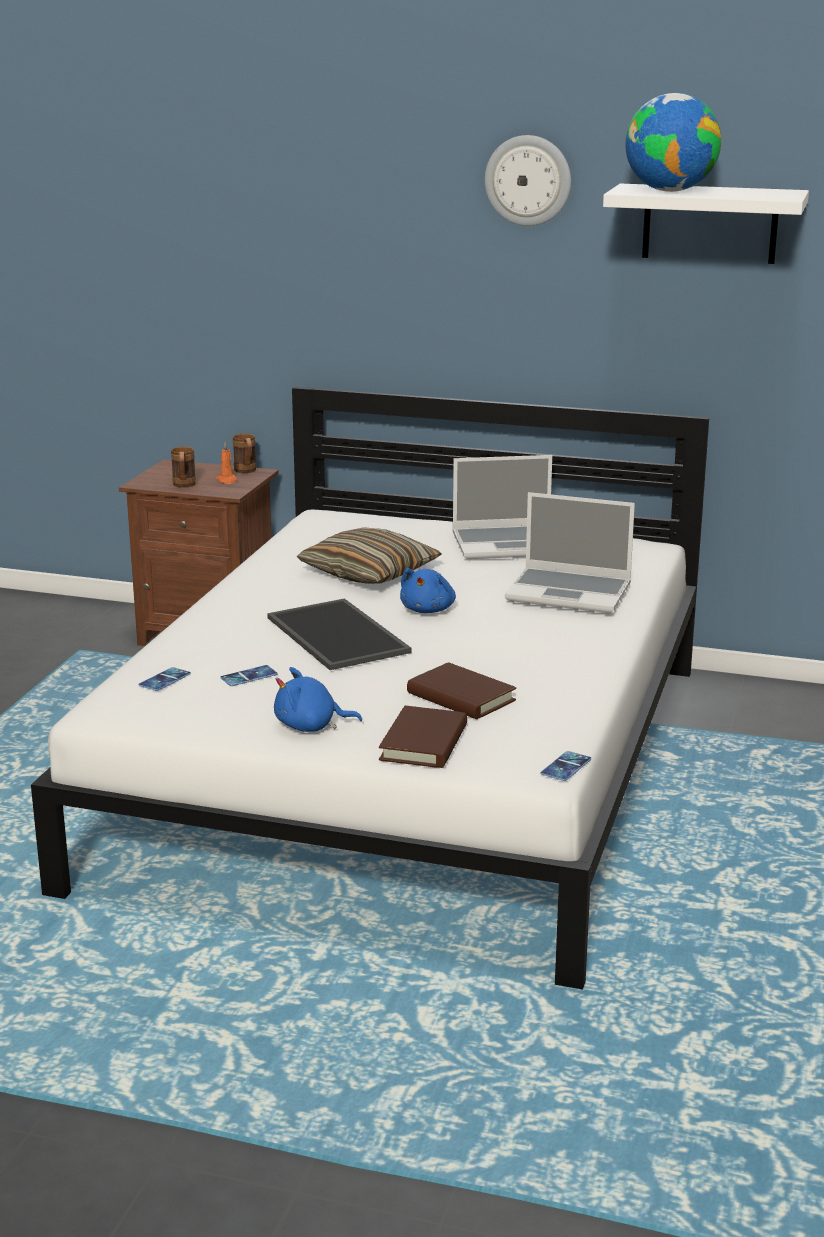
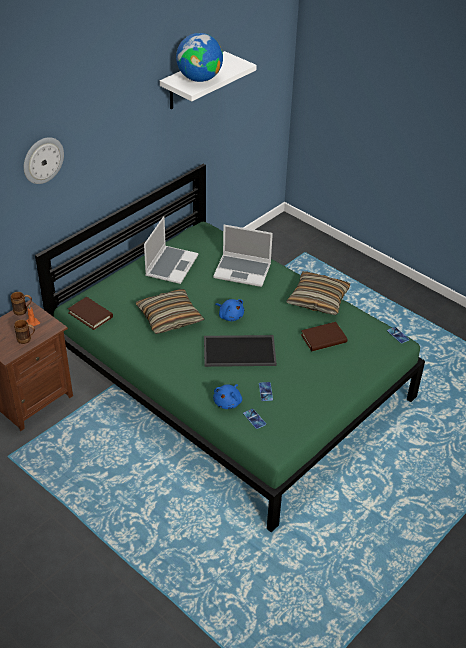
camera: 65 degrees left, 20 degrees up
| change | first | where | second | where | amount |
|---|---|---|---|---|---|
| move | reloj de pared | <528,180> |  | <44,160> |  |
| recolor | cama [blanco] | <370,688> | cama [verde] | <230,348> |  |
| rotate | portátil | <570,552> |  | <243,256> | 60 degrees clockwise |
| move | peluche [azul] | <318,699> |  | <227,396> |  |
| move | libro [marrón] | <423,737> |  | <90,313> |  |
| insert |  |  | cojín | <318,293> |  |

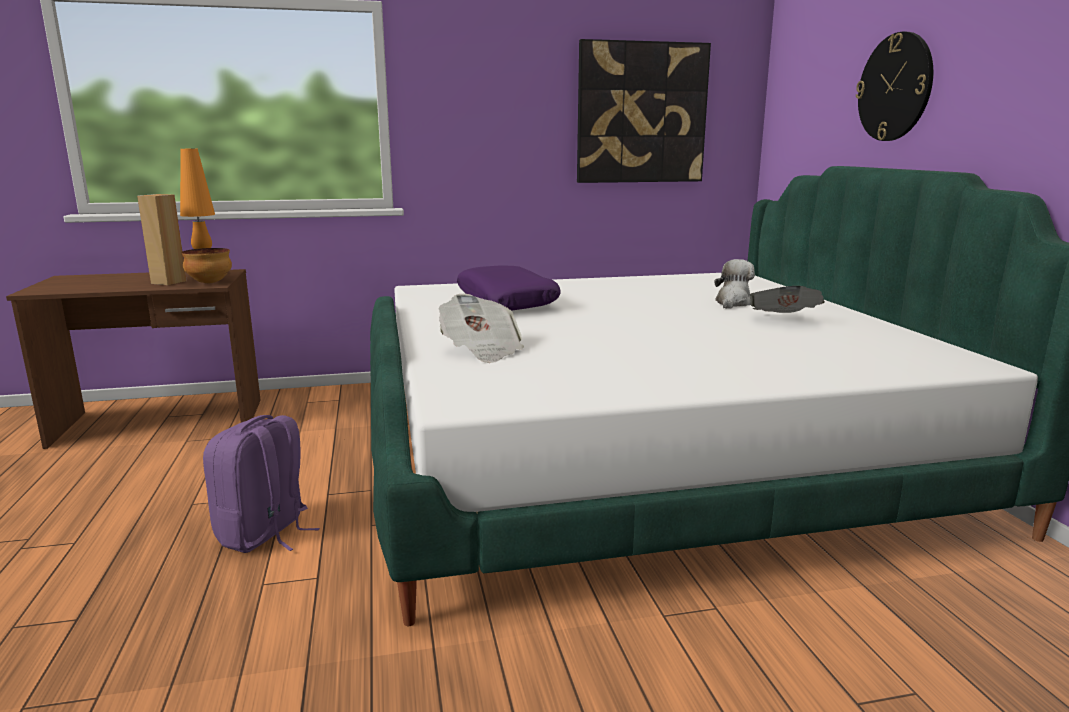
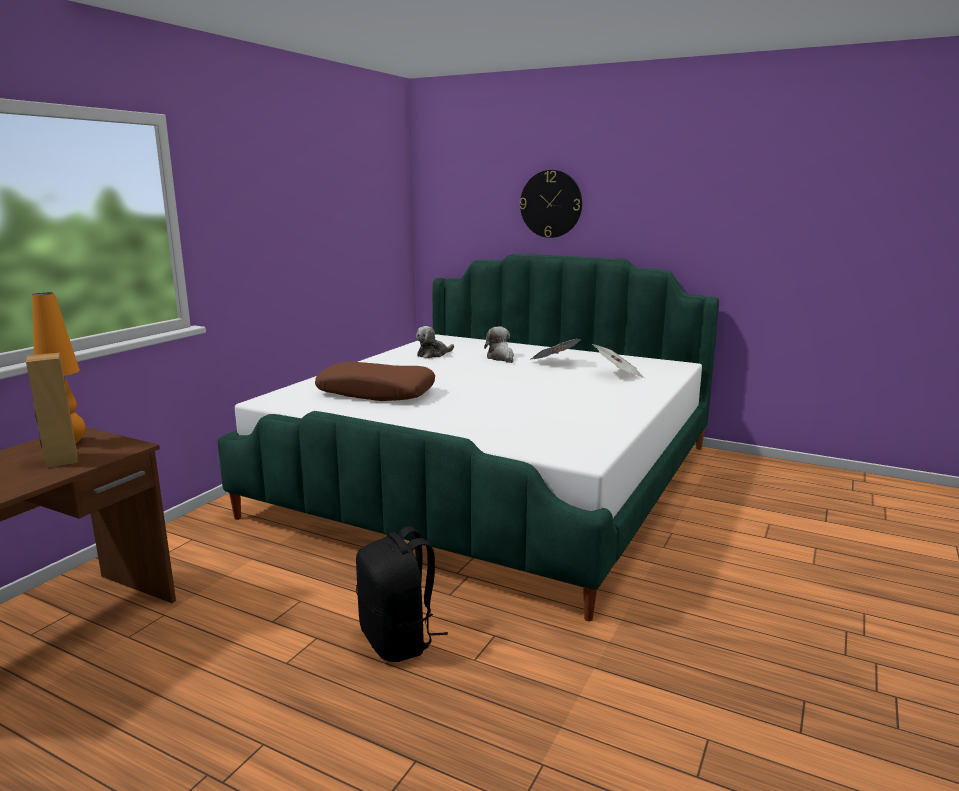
camera: 50 degrees left, 0 degrees up
| change | first | where | second | where | amount |
|---|---|---|---|---|---|
| delete | cuadro | <644,111> |  |  |  |
| delete | cuenco | <206,265> |  |  |  |
| recolor | cojín [morado] | <509,287> | cojín [marrón] | <375,381> |  |
| move | periódico | <481,328> |  | <618,361> |  |
| recolor | mochila [morado] | <261,484> | mochila [negro] | <402,594> |  |
| insert |  |  | peluche | <435,342> |  |

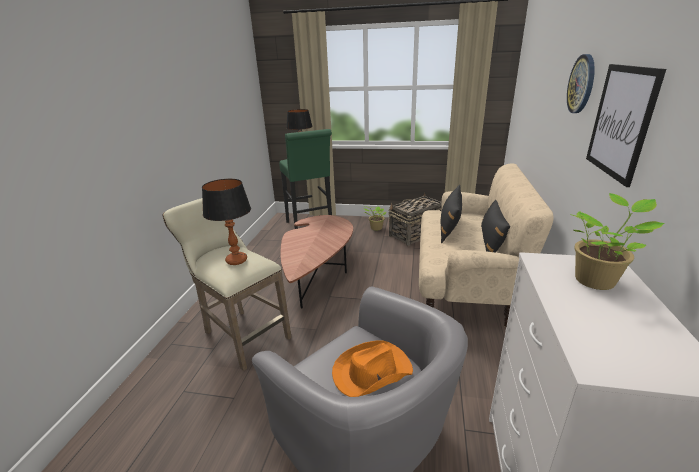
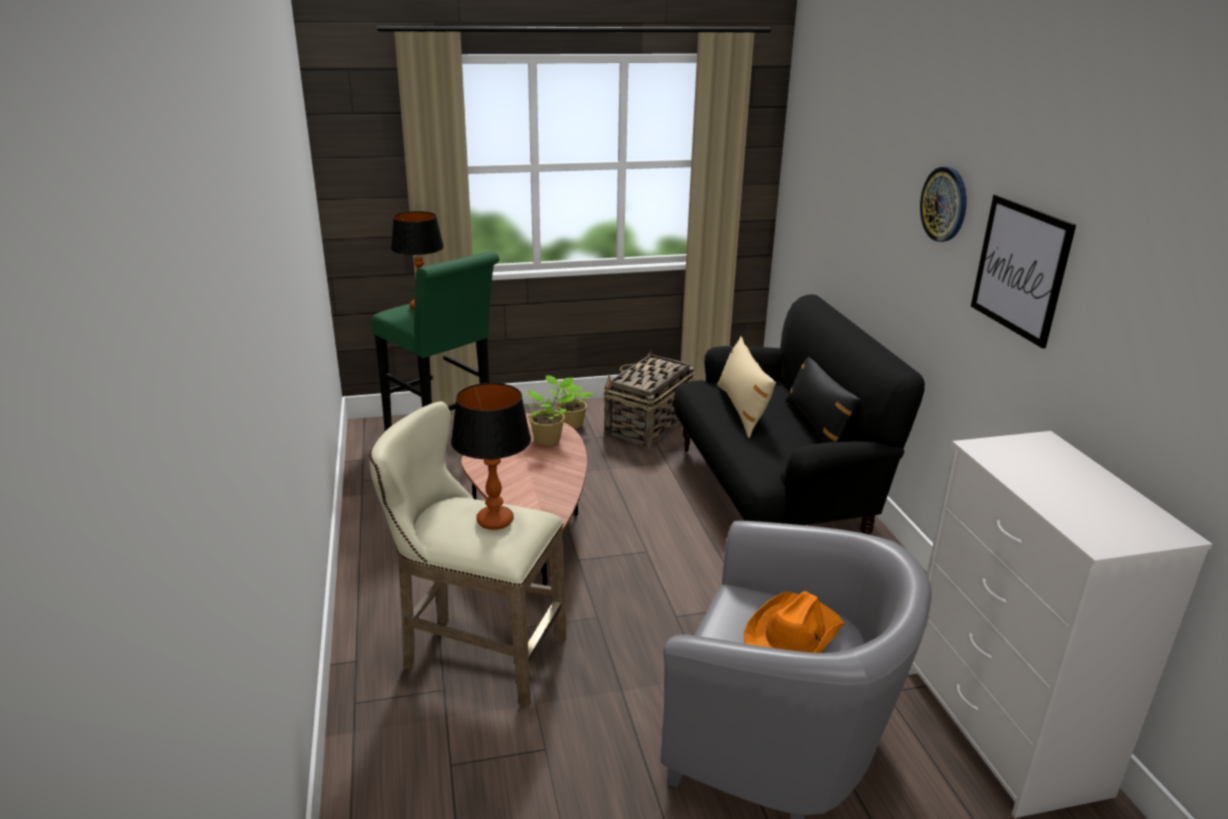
camera: 25 degrees left, 0 degrees up
| change | first | where | second | where | amount |
|---|---|---|---|---|---|
| recolor | sofá [beis] | <486,245> | sofá [negro] | <799,414> |  |
| recolor | cojín [negro] | <451,214> | cojín [beis] | <746,387> |  |
| move | planta en maceta | <617,241> |  | <550,410> |  |

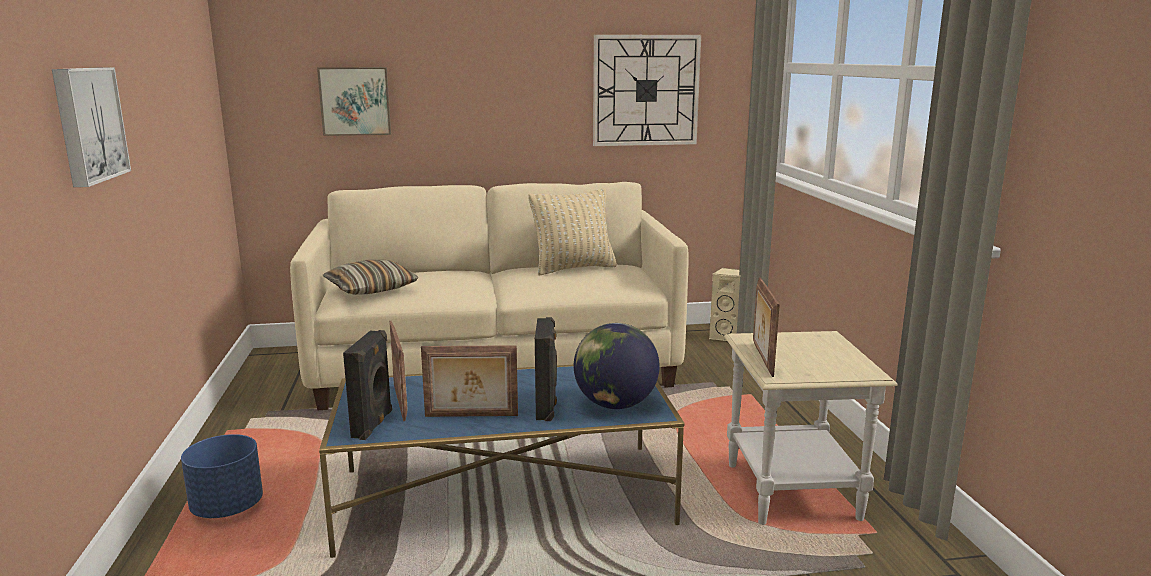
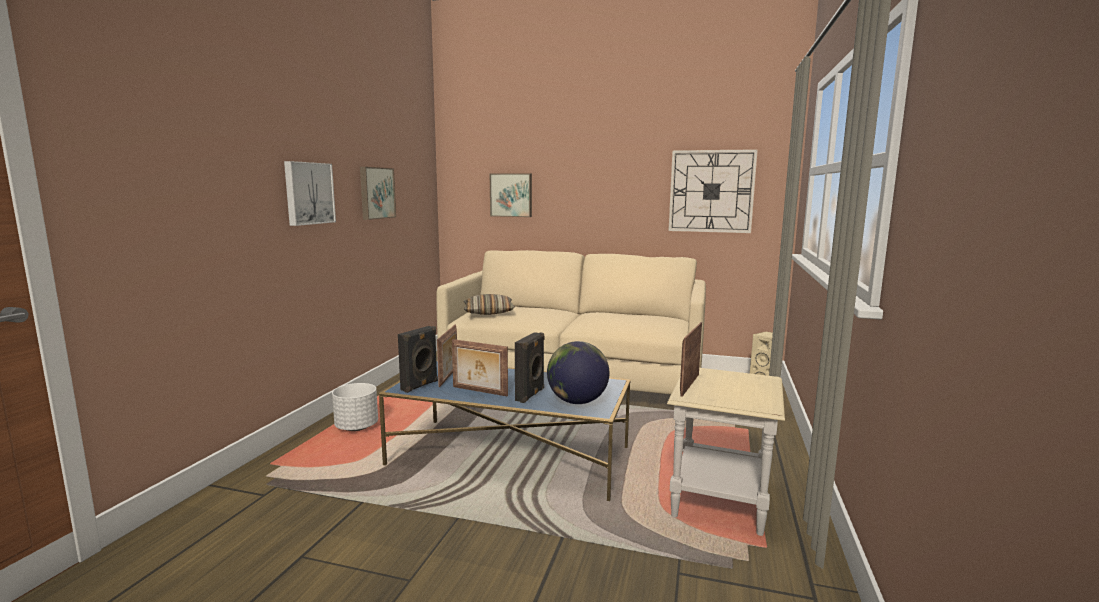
camera: 25 degrees right, 5 degrees down
| change | first | where | second | where | amount |
|---|---|---|---|---|---|
| delete | cojín [beis] | <572,231> |  |  |  |
| recolor | maceta [azul] | <222,476> | maceta [blanco] | <355,407> |  |
| insert |  |  | cuadro | <378,193> |  |

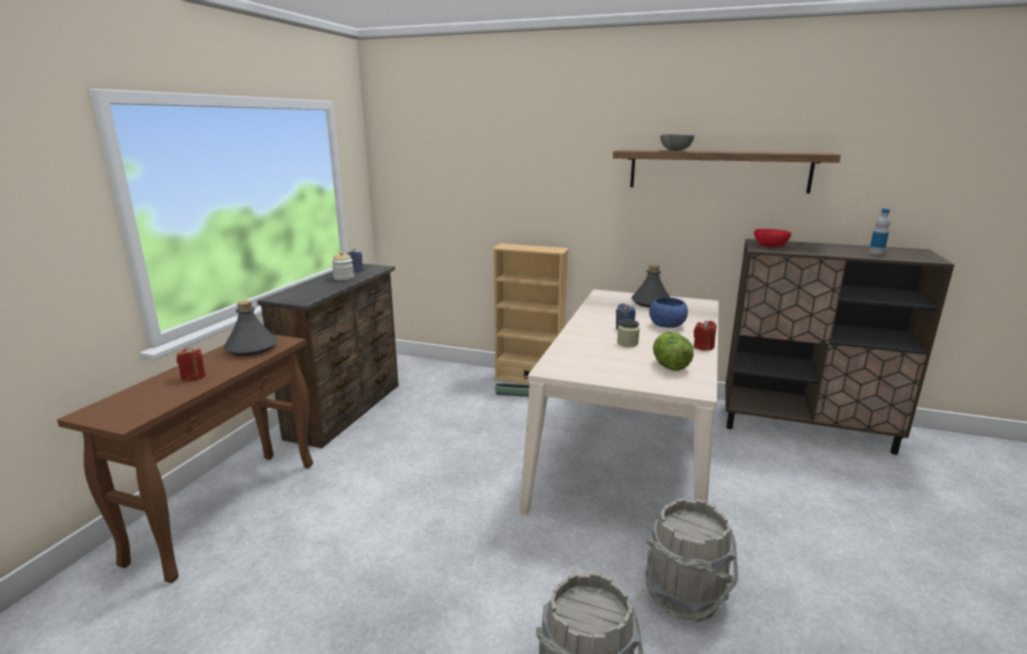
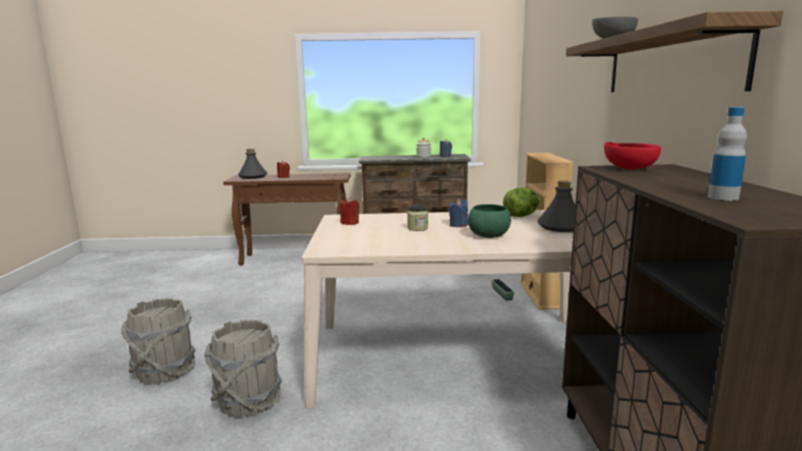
camera: 70 degrees right, 5 degrees down
| change | first | where | second | where | amount |
|---|---|---|---|---|---|
| recolor | cuenco [azul] | <668,312> | cuenco [verde] | <489,221> |  |
| move | botella [gris] | <251,328> |  | <252,164> |  |
| move | vela [rojo] | <705,335> |  | <349,211> |  |
| move | lechuga | <673,351> |  | <521,202> |  |

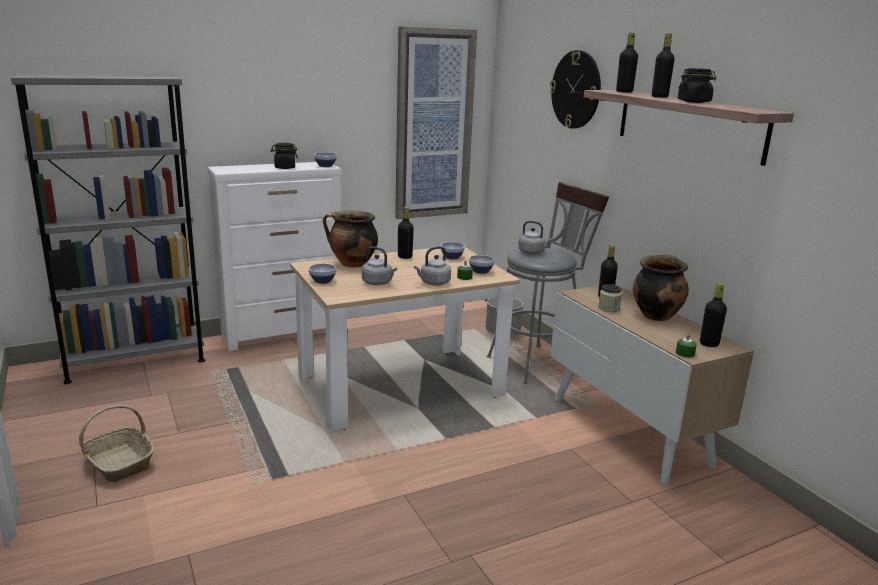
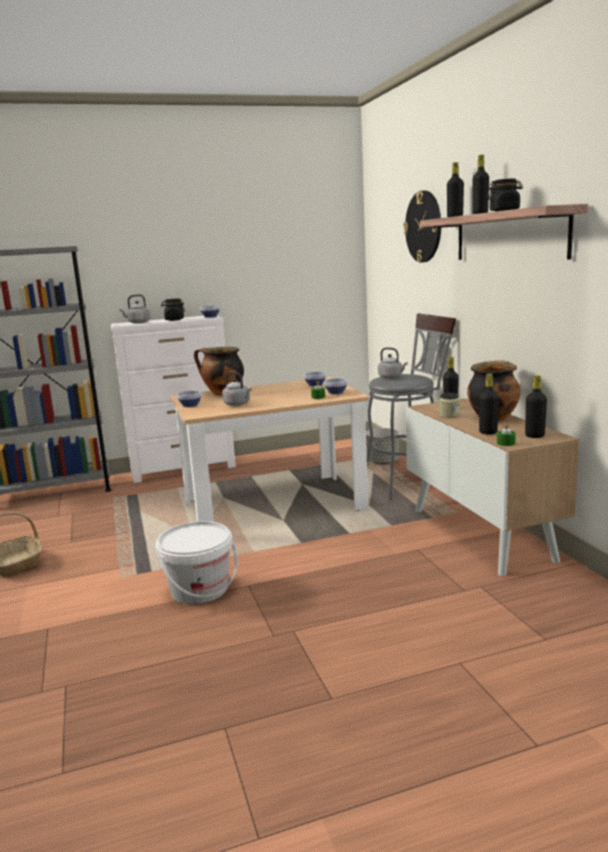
camera: 10 degrees right, 5 degrees down
| change | first | where | second | where | amount |
|---|---|---|---|---|---|
| delete | cuadro | <436,122> |  |  |  |
| move | botella [negro] | <406,233> |  | <489,404> |  |
| move | hervidor [gris] | <432,265> |  | <134,309> |  |
| insert |  |  | cubo [blanco] | <196,562> |  |

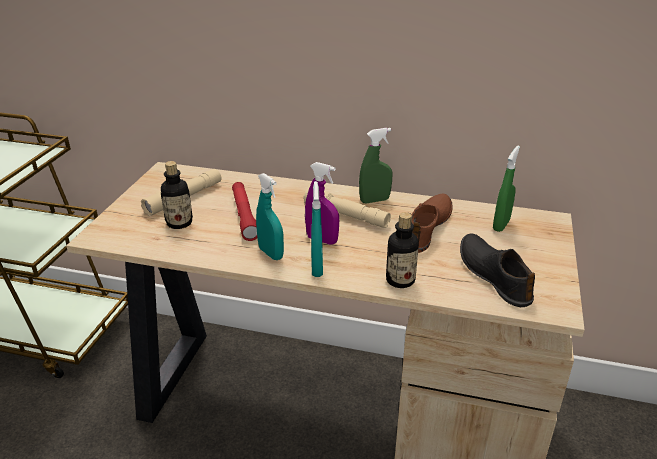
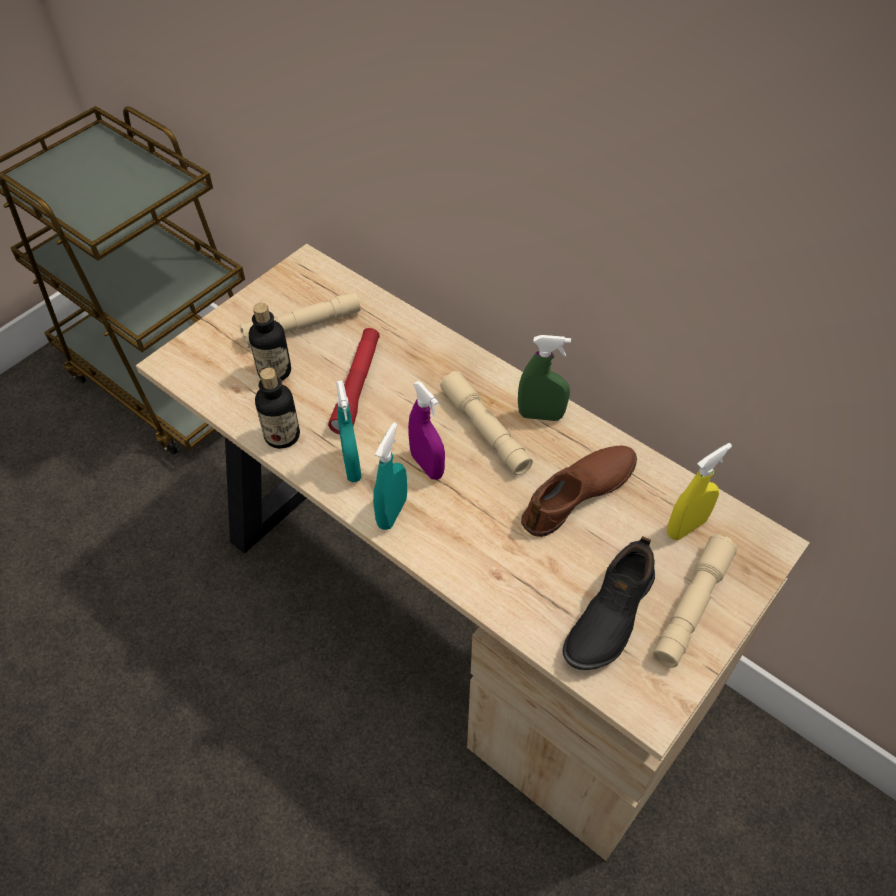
camera: 25 degrees right, 20 degrees up
| change | first | where | second | where | amount |
|---|---|---|---|---|---|
| recolor | pulverizador [verde] | <506,189> | pulverizador [amarillo] | <699,491> |  |
| move | botella | <402,250> |  | <277,408> |  |
| rotate | zapato [negro] | <497,270> |  | <609,603> | 150 degrees counterclockwise |
| insert |  |  | linterna [beis] | <695,601> |  |

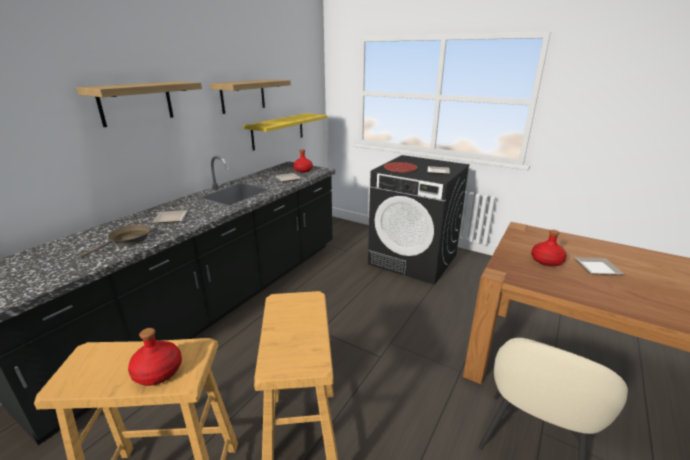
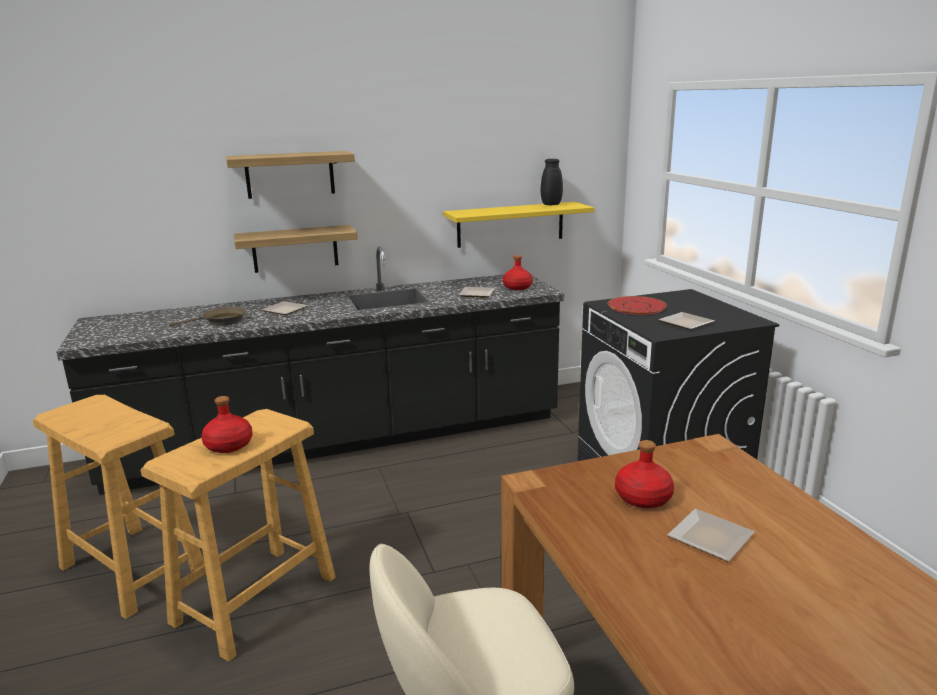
camera: 40 degrees right, 5 degrees down
| change | first | where | second | where | amount |
|---|---|---|---|---|---|
| move | estante | <250,96> |  | <296,249> |  |
| move | botella [rojo] | <155,357> |  | <227,424> |  |
| insert |  |  | florero [negro] | <552,182> |  |

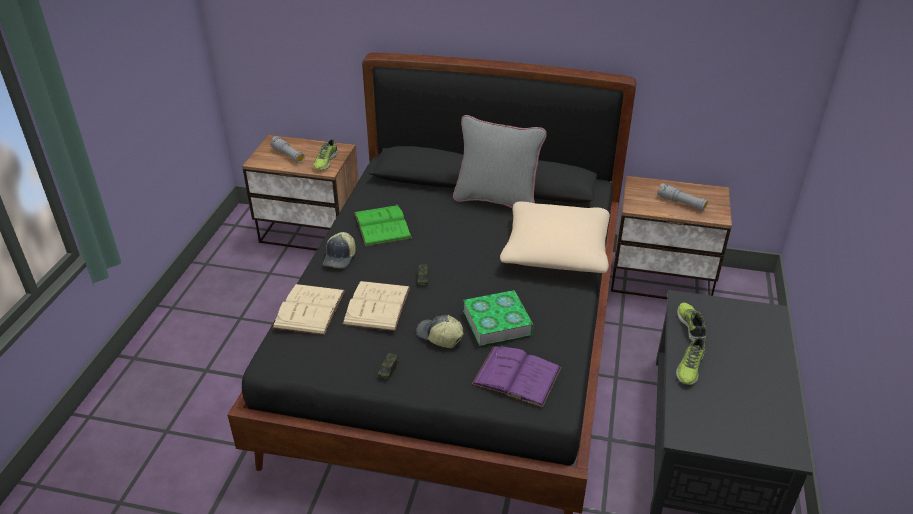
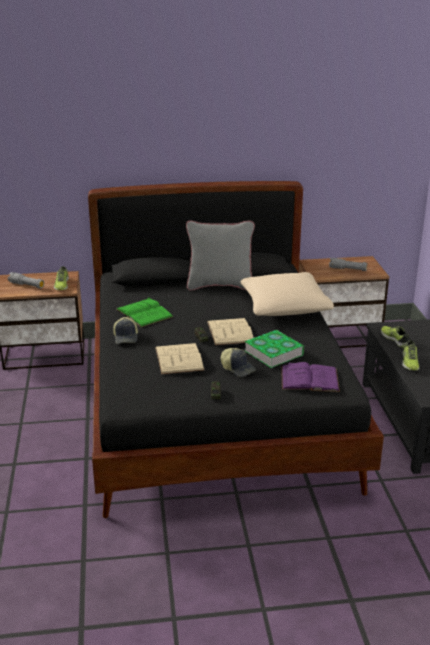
camera: 20 degrees left, 10 degrees down
| change | first | where | second | where | amount |
|---|---|---|---|---|---|
| move | libro [beis] | <308,309> |  | <230,331> |  |
| rotate | gorra | <440,331> |  | <238,362> | 150 degrees counterclockwise |

